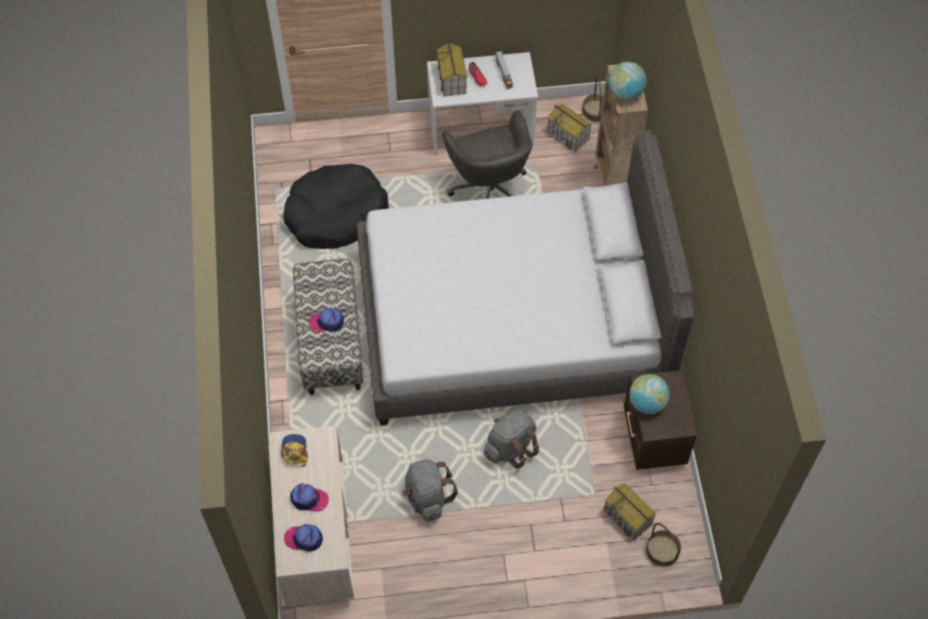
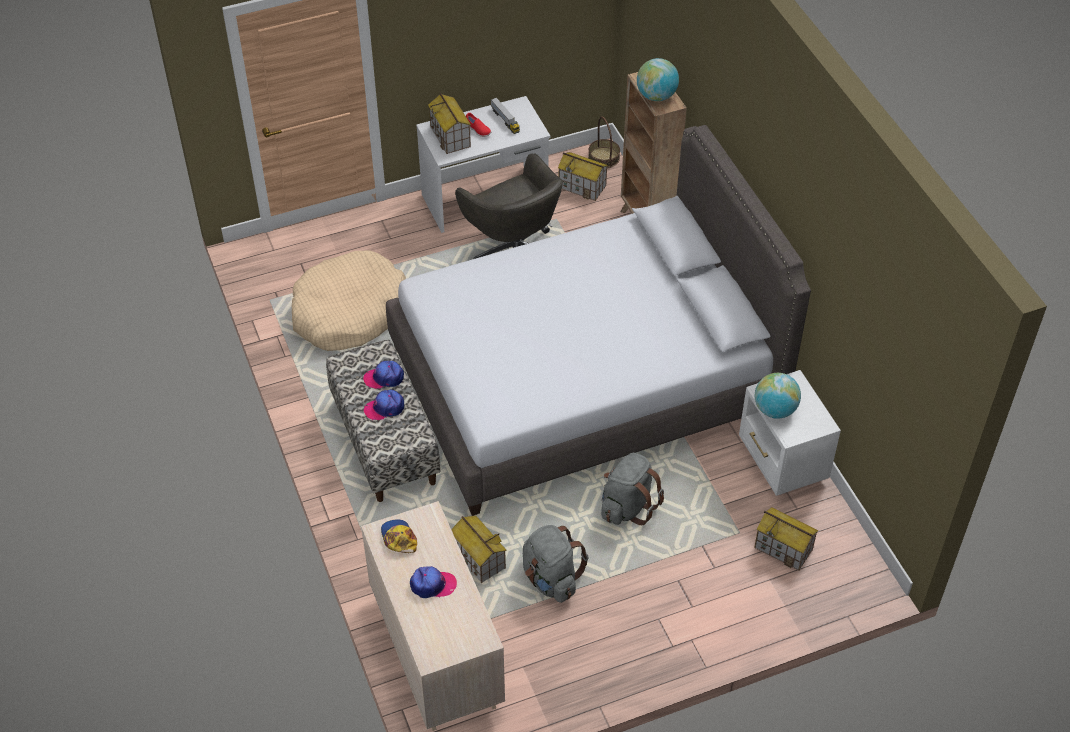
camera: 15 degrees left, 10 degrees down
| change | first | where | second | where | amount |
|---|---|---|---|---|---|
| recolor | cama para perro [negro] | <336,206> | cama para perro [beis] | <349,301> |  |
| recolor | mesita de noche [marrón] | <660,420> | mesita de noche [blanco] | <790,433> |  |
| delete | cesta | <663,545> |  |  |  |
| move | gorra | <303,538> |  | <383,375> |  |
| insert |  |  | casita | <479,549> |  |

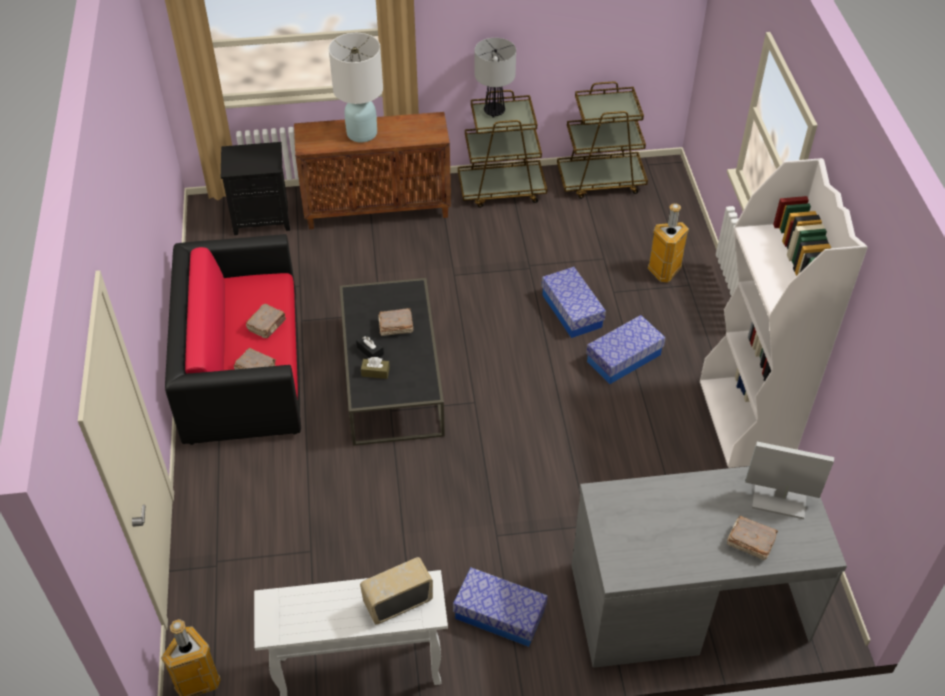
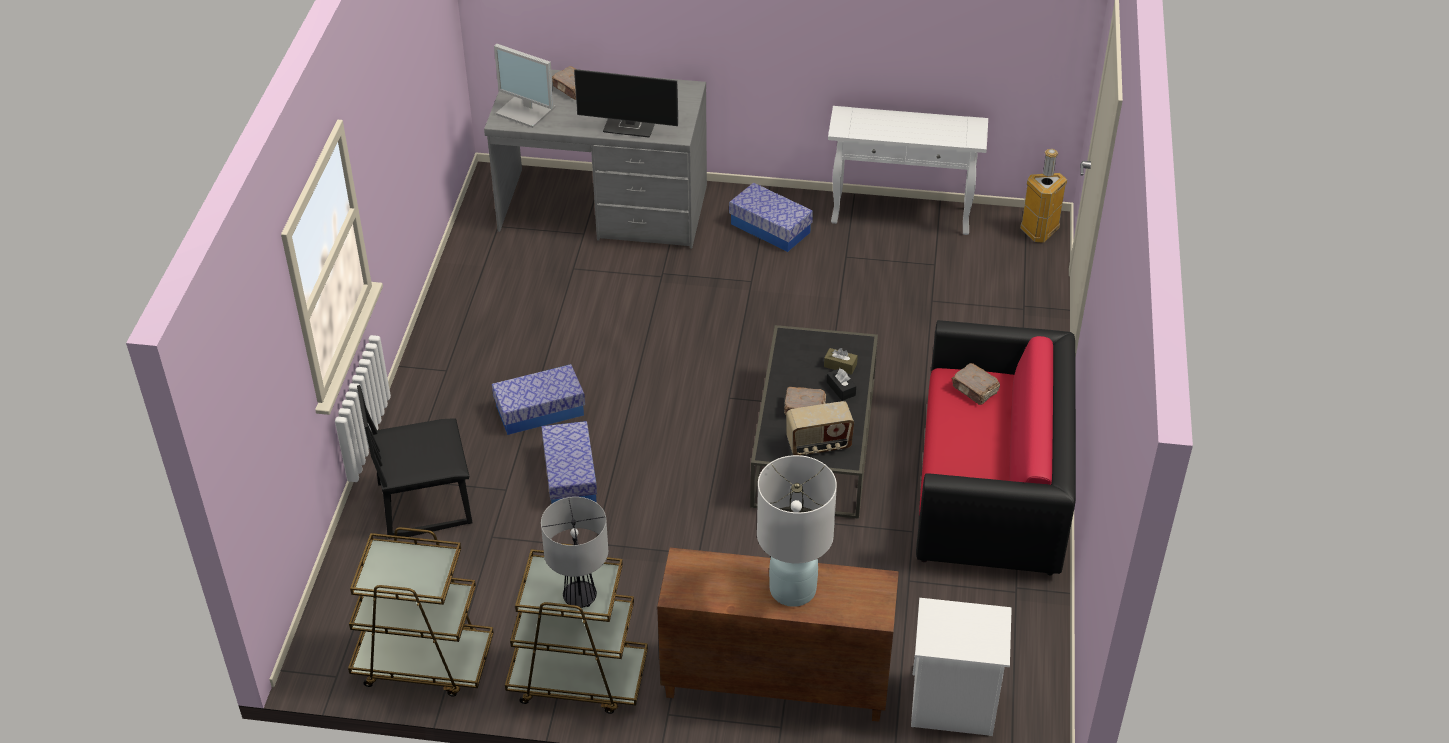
camera: 165 degrees left, 5 degrees down
| change | first | where | second | where | amount |
|---|---|---|---|---|---|
| recolor | mesita de noche [negro] | <255,188> | mesita de noche [blanco] | <961,667> |  |
| delete | estantería [blanco] | <784,313> |  |  |  |
| replace | papelera | <668,242> | silla [negro] | <414,462> |  |
| delete | libro [marrón] | <266,321> |  |  |  |
| move | radio | <396,591> |  | <820,428> |  |
| insert |  |  | monitor | <626,103> |  |

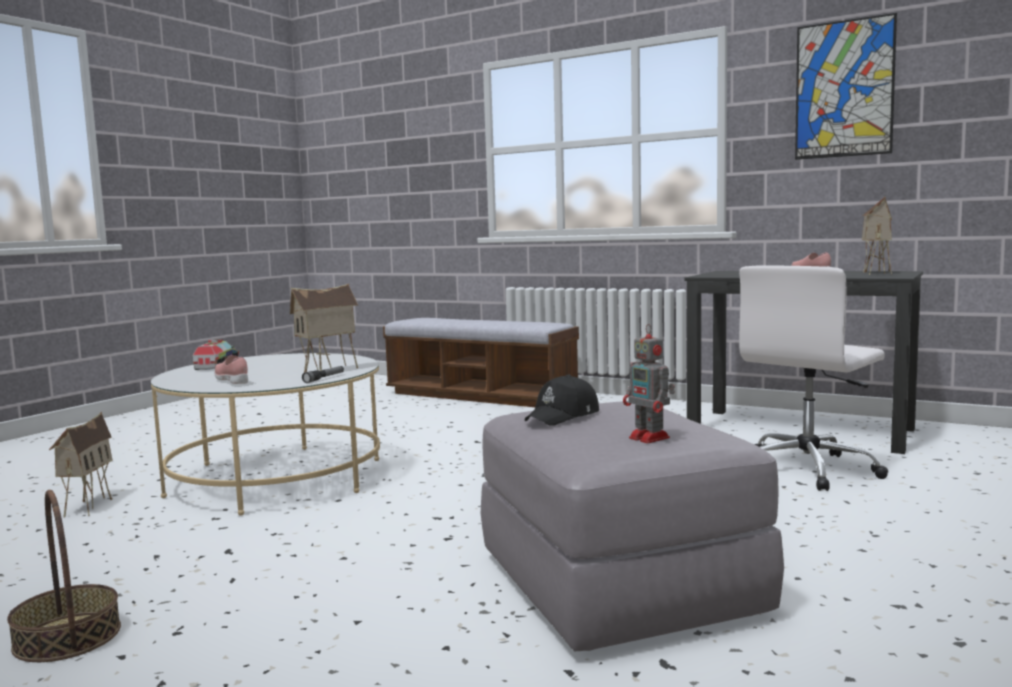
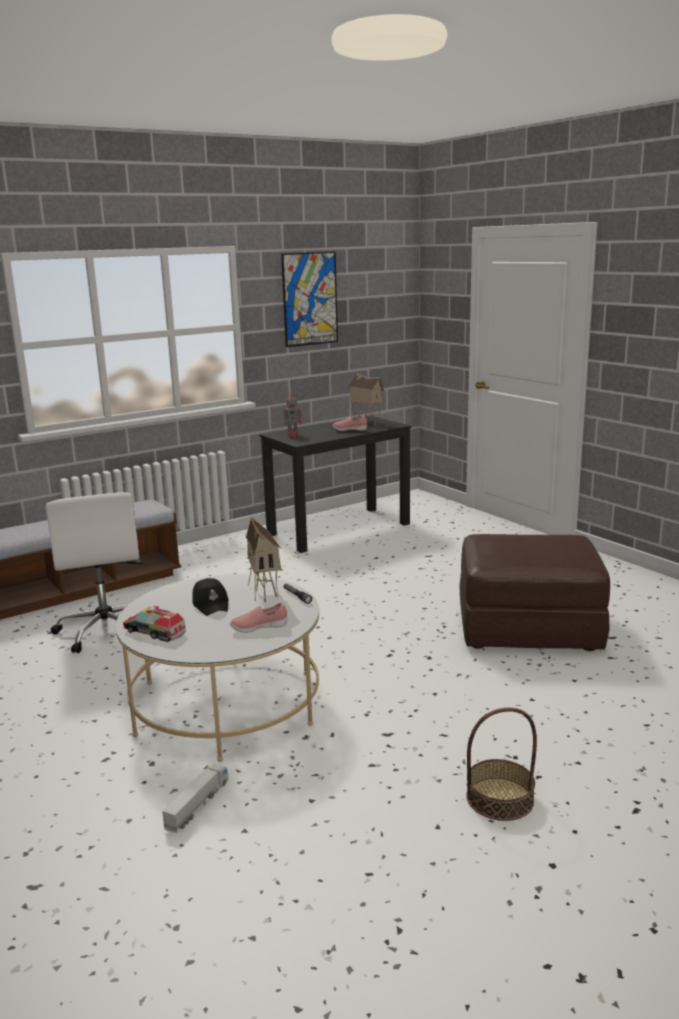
camera: 65 degrees left, 10 degrees up
| change | first | where | second | where | amount |
|---|---|---|---|---|---|
| move | silla de oficina [blanco] | <813,378> |  | <94,572> |  |
| move | robot de juguete | <649,383> |  | <292,415> |  |
| move | gorra [negro] | <562,400> |  | <210,597> |  |
| recolor | puf [gris] | <632,526> | puf [marrón] | <534,592> |  |
| replace | casita | <81,464> | camión de juguete | <195,798> |  |

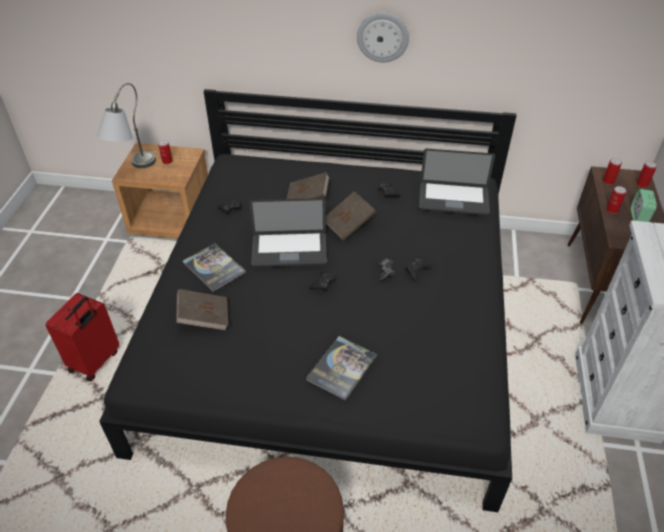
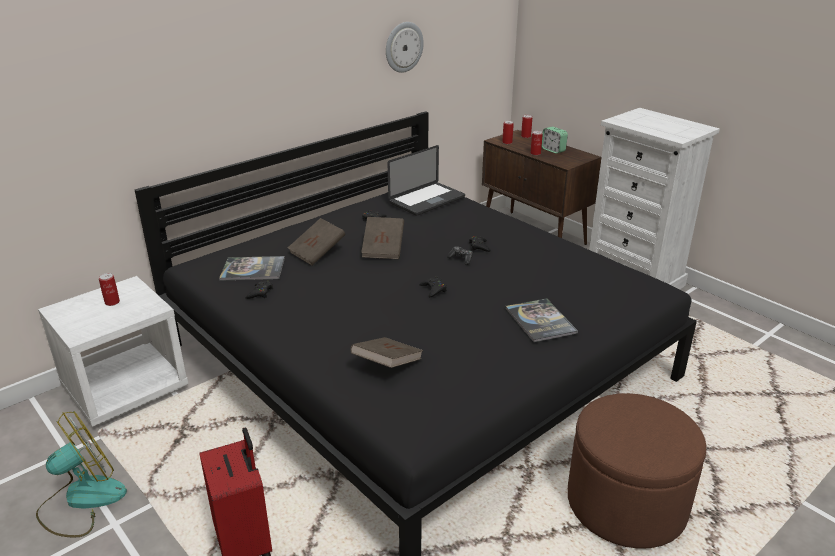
camera: 50 degrees left, 15 degrees down
| change | first | where | second | where | amount |
|---|---|---|---|---|---|
| move | reloj de pared | <383,37> |  | <405,47> |  |
| delete | lámpara de mesa [gris] | <126,125> |  |  |  |
| recolor | mesita de noche [marrón] | <160,191> | mesita de noche [blanco] | <113,351> |  |
| delete | portátil | <288,233> |  |  |  |
| move | libro | <214,267> |  | <252,268> |  |
| insert |  |  | ventilador | <81,474> |  |

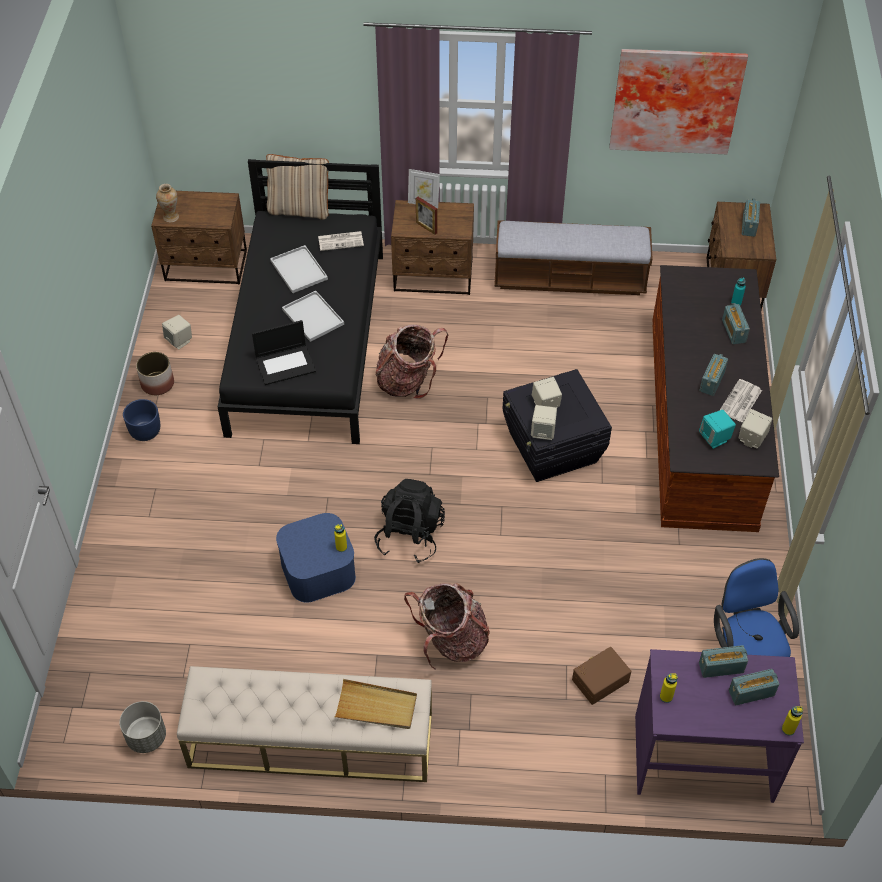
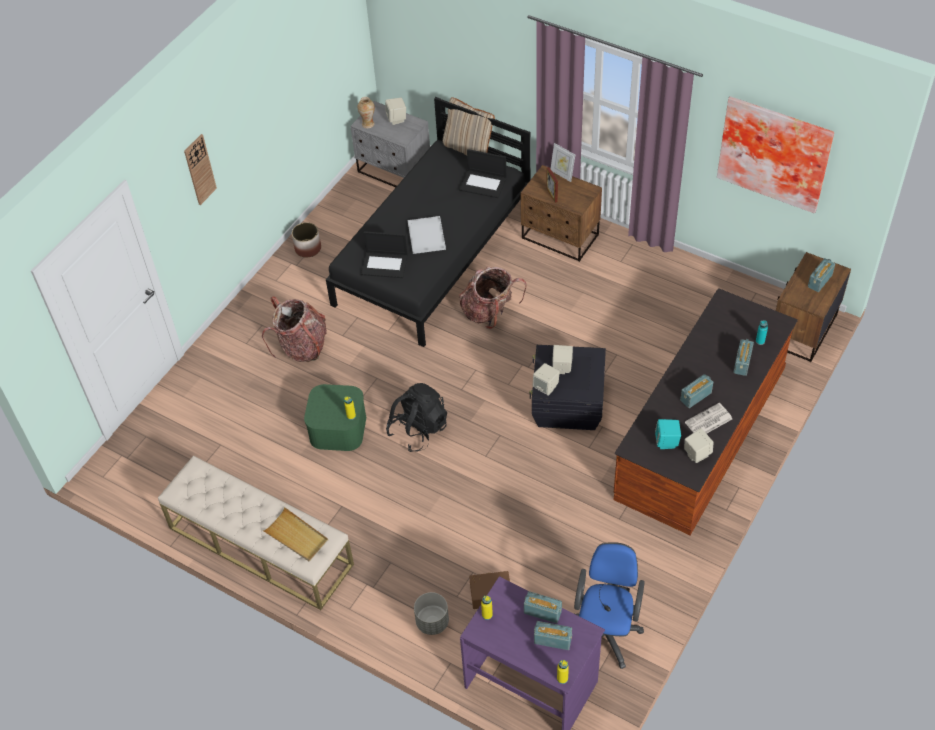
camera: 30 degrees right, 0 degrees up
| change | first | where | second | where | amount |
|---|---|---|---|---|---|
| recolor | mesita de noche [marrón] | <199,237> | mesita de noche [gris] | <390,144> |  |
| delete | banco | <573,257> |  |  |  |
| replace | periódico | <341,241> | portátil | <482,173> |  |
| delete | bandeja [blanco] | <299,269> |  |  |  |
| move | altavoz [beis] | <177,332> |  | <395,111> |  |
| delete | maceta [azul] | <141,420> |  |  |  |
| recolor | caja de almacenaje [azul] | <316,558> | caja de almacenaje [verde] | <335,417> |  |
| move | mochila | <447,626> |  | <294,329> |  |
| move | maceta [gris] | <142,727> |  | <431,613> |  |
| insert |  |  | reloj de pared | <200,169> |  |

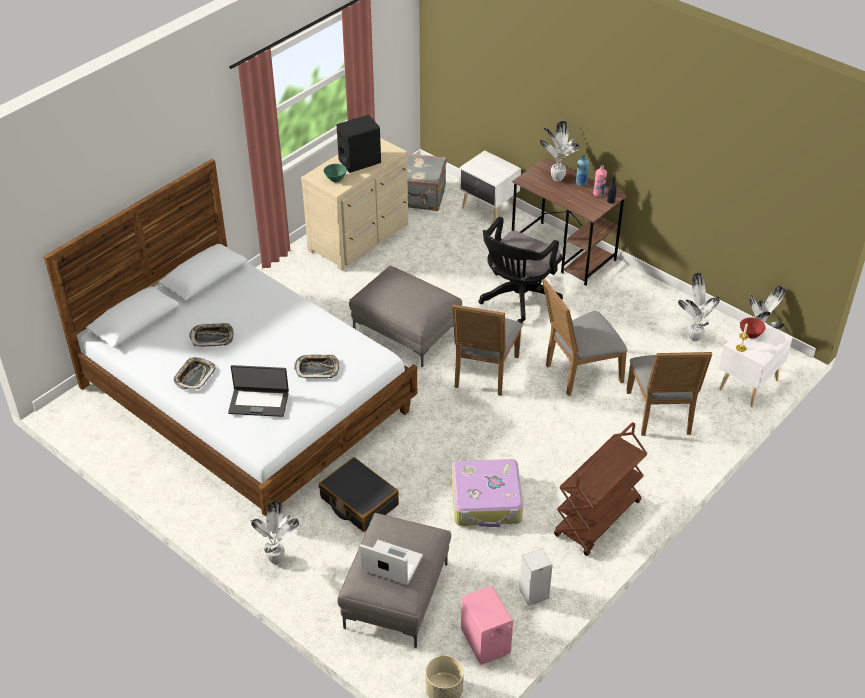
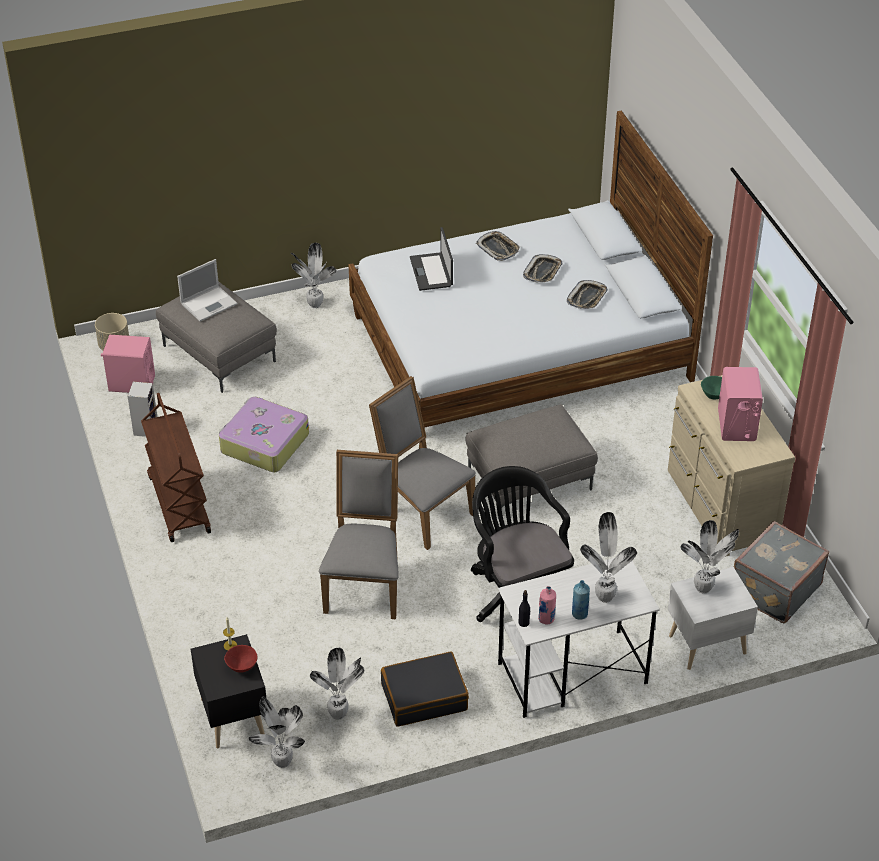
camera: 120 degrees right, 0 degrees up
| change | first | where | second | where | amount |
|---|---|---|---|---|---|
| recolor | altavoz [negro] | <359,144> | altavoz [rosa] | <740,404> |  |
| recolor | escritorio [marrón] | <569,221> | escritorio [blanco] | <579,638> |  |
| recolor | mesita de noche [blanco] | <756,362> | mesita de noche [negro] | <228,691> |  |
| delete | silla [gris] | <669,394> |  |  |  |
| move | bandeja | <317,366> |  | <587,294> |  |
| rotate | portátil | <258,391> |  | <431,259> | 45 degrees counterclockwise |
| move | maleta [negro] | <359,494> |  | <425,689> |  |
| insert |  |  | planta en maceta | <710,557> |  |

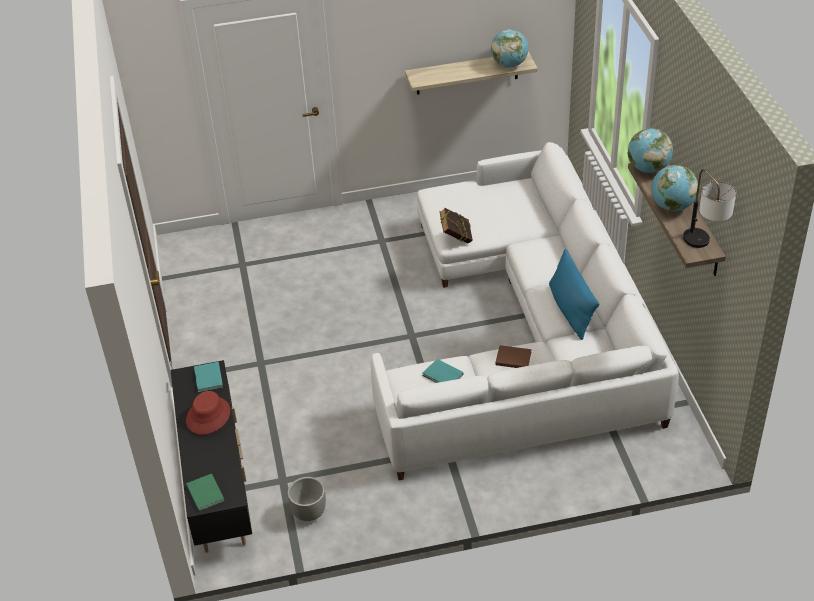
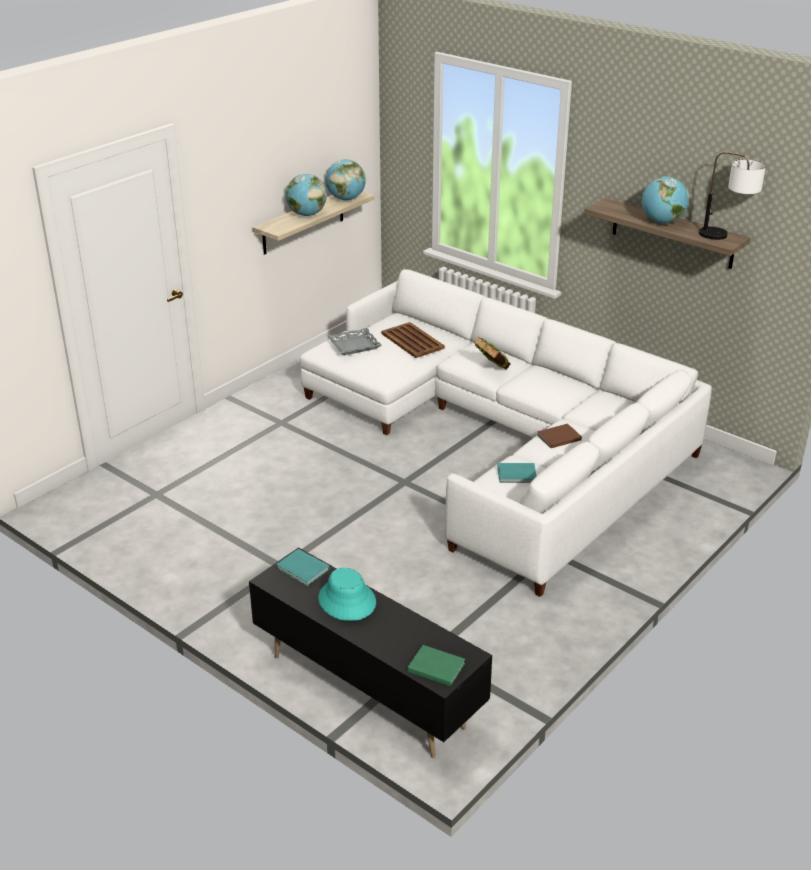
camera: 40 degrees left, 10 degrees down
| change | first | where | second | where | amount |
|---|---|---|---|---|---|
| move | globo terráqueo | <650,150> |  | <306,195> |  |
| move | libro | <456,226> |  | <492,353> |  |
| delete | cojín [azul] | <574,294> |  |  |  |
| recolor | sombrero [rojo] | <208,413> | sombrero [turquesa] | <347,594> |  |
| delete | maceta | <306,499> |  |  |  |
| insert |  |  | bandeja [marrón] | <413,340> |  |
| insert |  |  | bandeja [gris] | <354,341> |  |

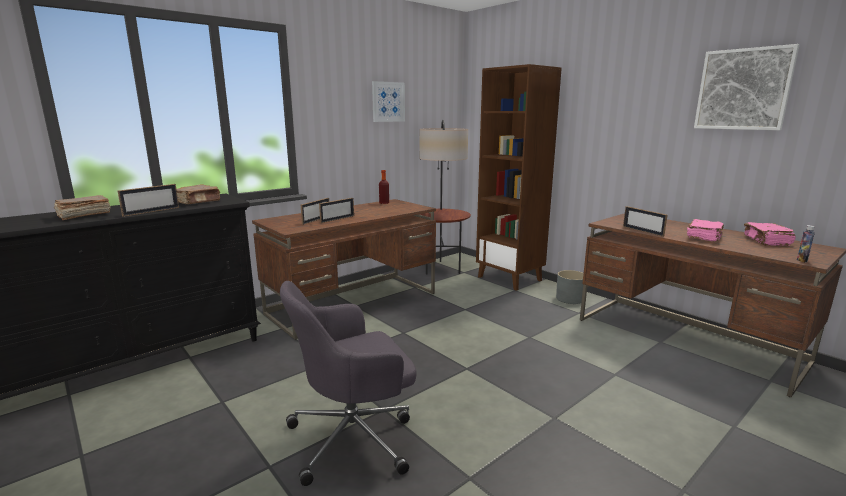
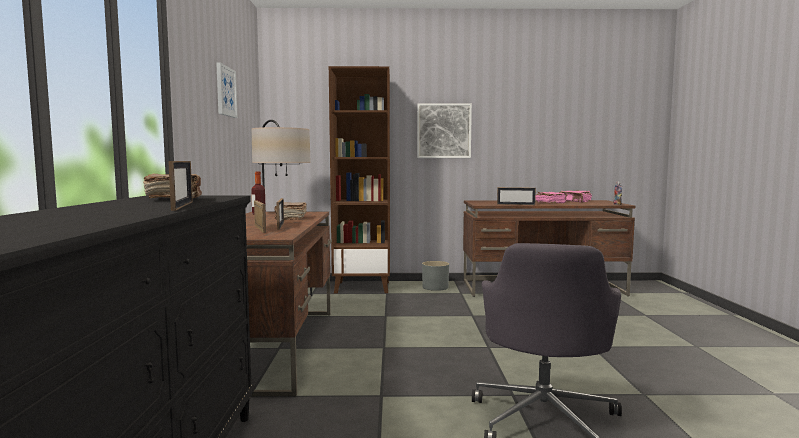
camera: 50 degrees left, 10 degrees down
| change | first | where | second | where | amount |
|---|---|---|---|---|---|
| move | cuadro | <747,87> |  | <444,131> |  |
| move | libro [marrón] | <82,207> |  | <290,211> |  |

